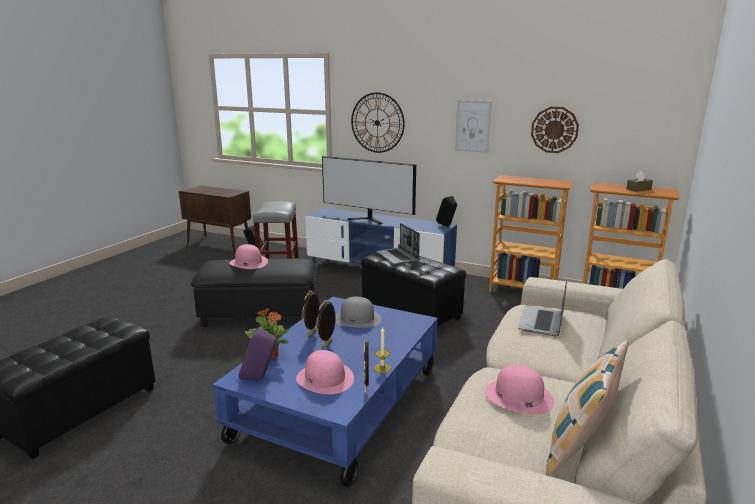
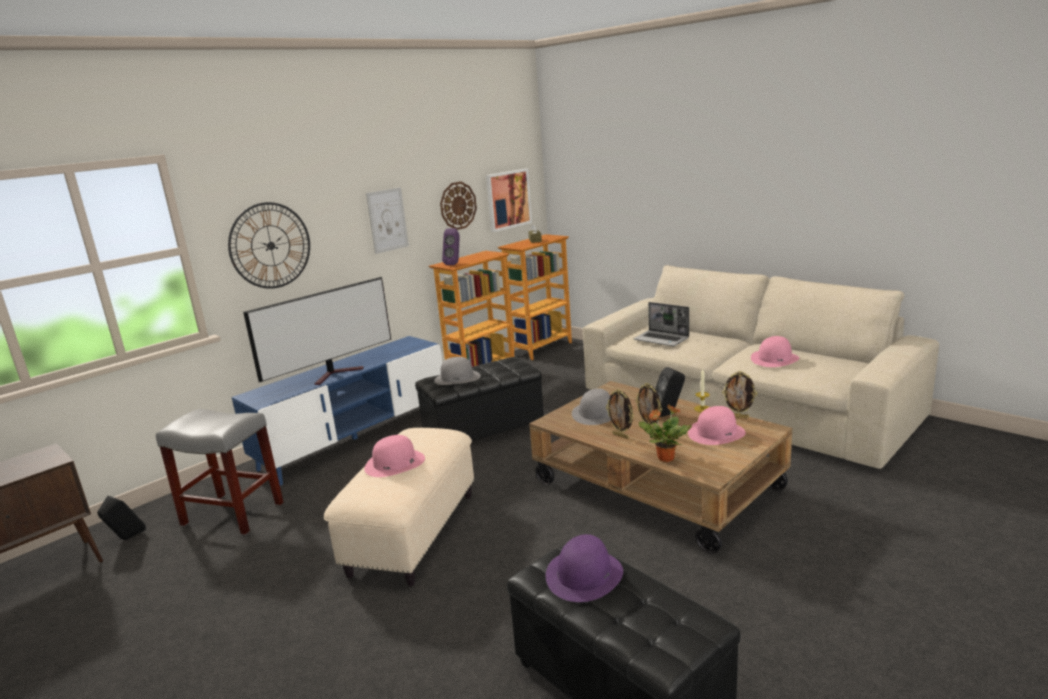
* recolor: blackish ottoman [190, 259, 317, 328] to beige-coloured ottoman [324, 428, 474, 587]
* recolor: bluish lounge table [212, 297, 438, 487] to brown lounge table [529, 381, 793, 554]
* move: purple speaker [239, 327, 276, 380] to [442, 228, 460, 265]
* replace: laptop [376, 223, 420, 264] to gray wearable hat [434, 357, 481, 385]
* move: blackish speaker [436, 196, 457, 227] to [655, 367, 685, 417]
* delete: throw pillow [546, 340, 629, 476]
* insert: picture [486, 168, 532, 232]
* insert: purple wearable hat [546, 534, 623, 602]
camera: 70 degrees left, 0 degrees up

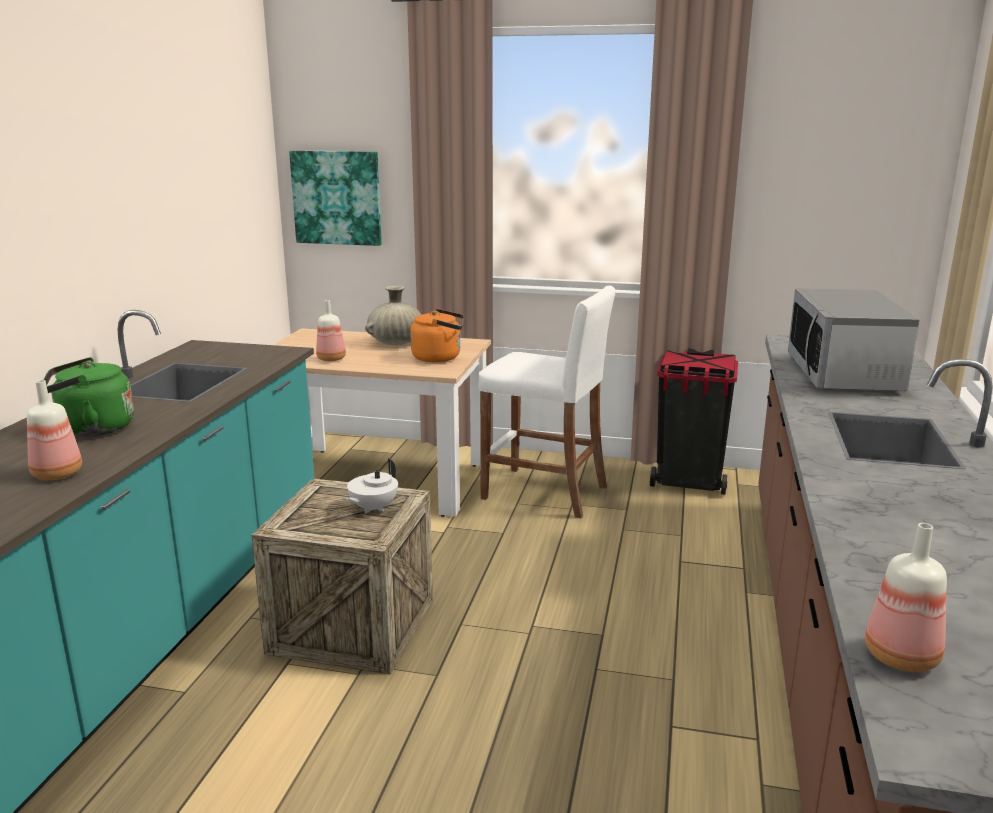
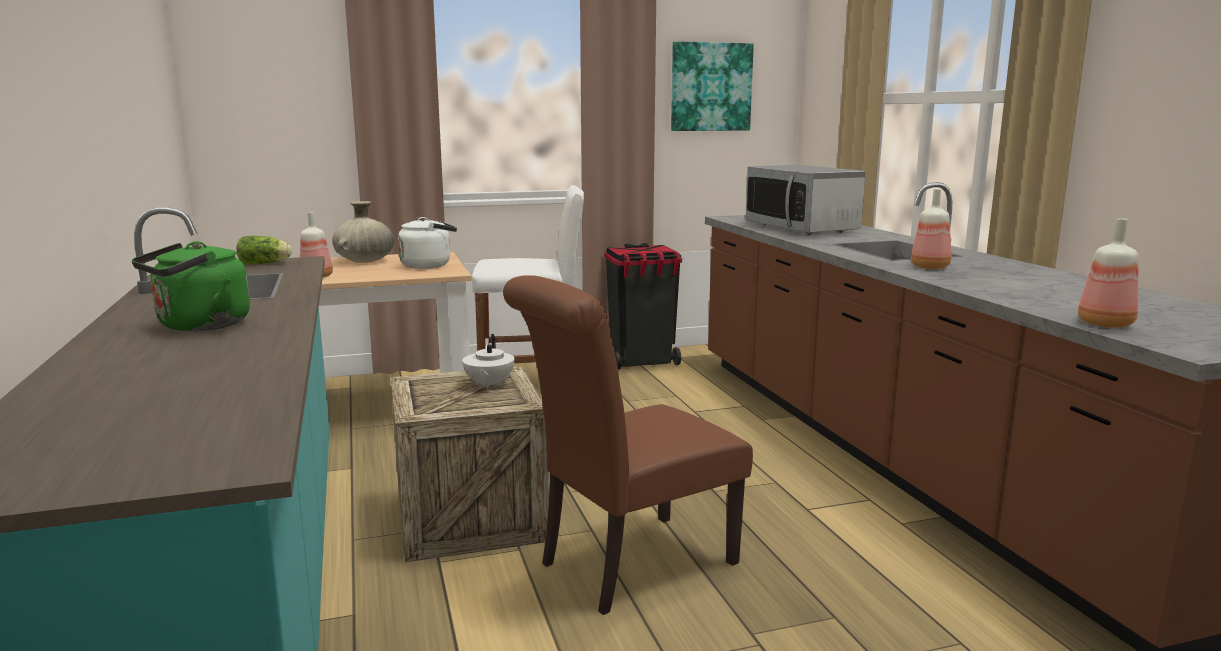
* move: beverage bottle [27, 380, 82, 480] to [911, 189, 952, 269]
* move: picture [289, 150, 382, 246] to [671, 41, 754, 131]
* recolor: orangey tea kettle [410, 309, 464, 362] to white-coloured tea kettle [398, 217, 457, 269]
* insert: lettuce [236, 236, 292, 265]
* insert: brown chair [503, 275, 753, 615]
camera: 30 degrees left, 5 degrees down

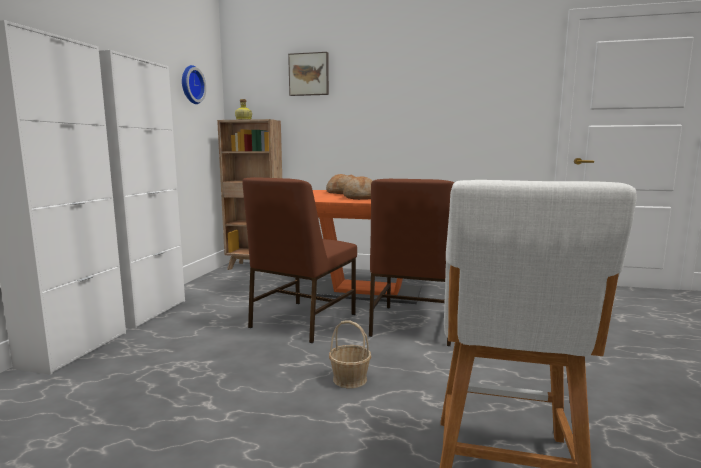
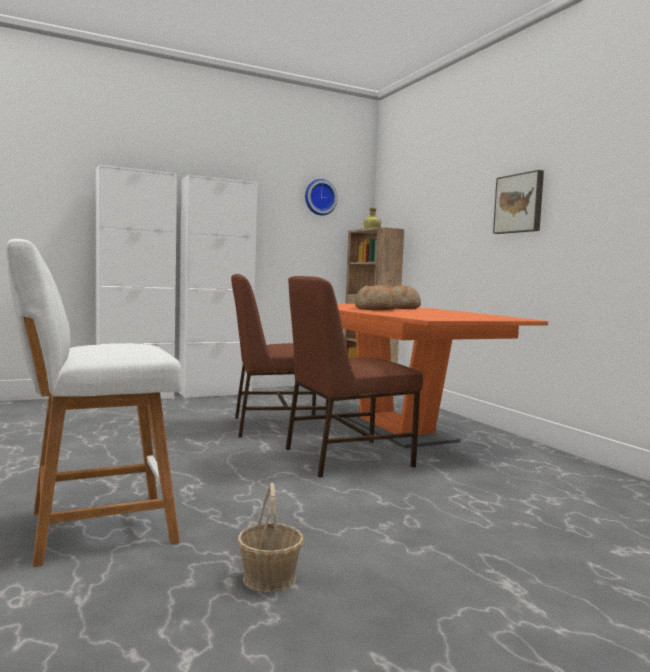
* move: picture [288, 52, 329, 96] to [493, 170, 544, 234]
* move: storage basket [329, 320, 371, 388] to [237, 483, 304, 593]
camera: 50 degrees right, 5 degrees down

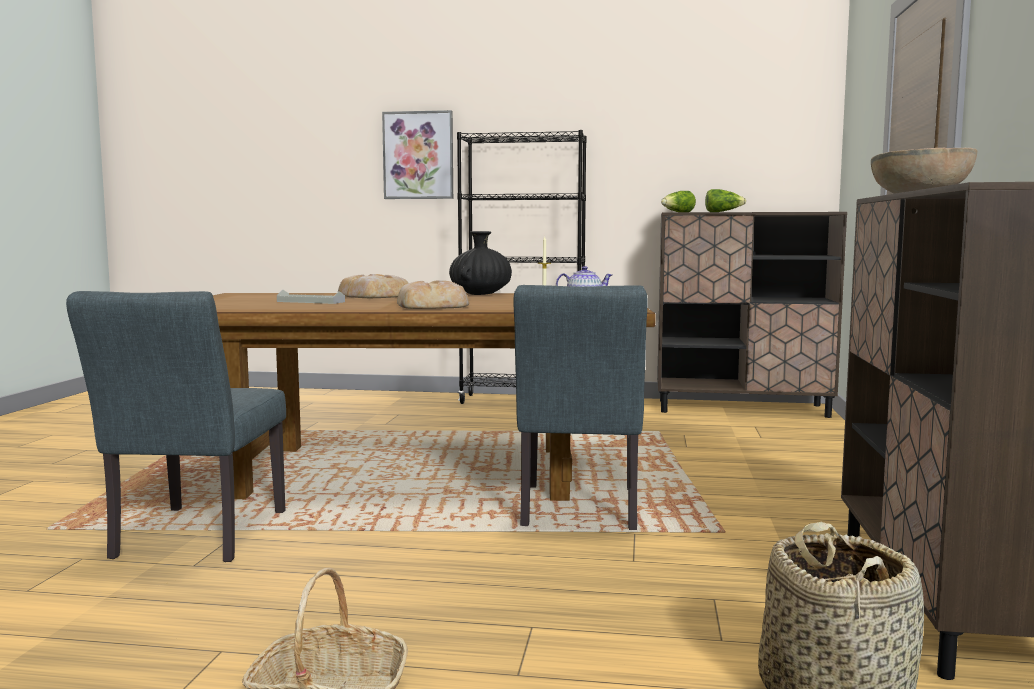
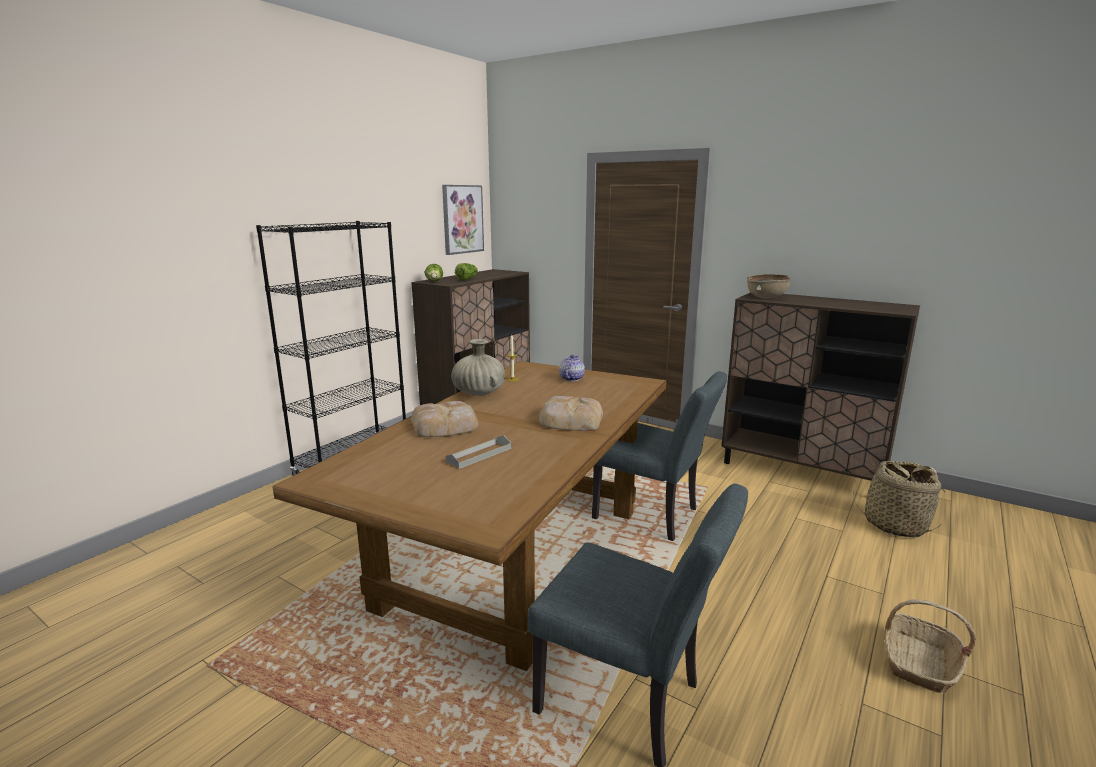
* move: picture [382, 110, 453, 199] to [442, 185, 484, 255]
* recolor: blackish flower vase [449, 231, 512, 295] to beige-coloured flower vase [451, 339, 505, 396]
camera: 65 degrees left, 10 degrees up

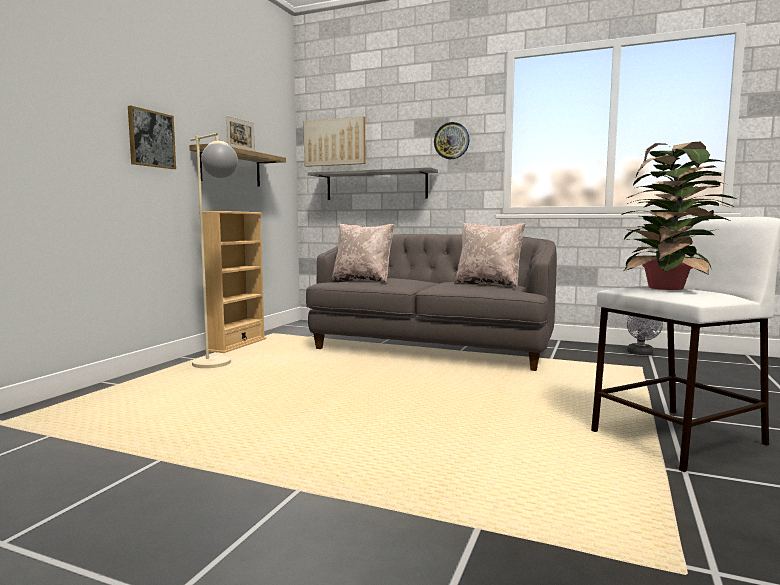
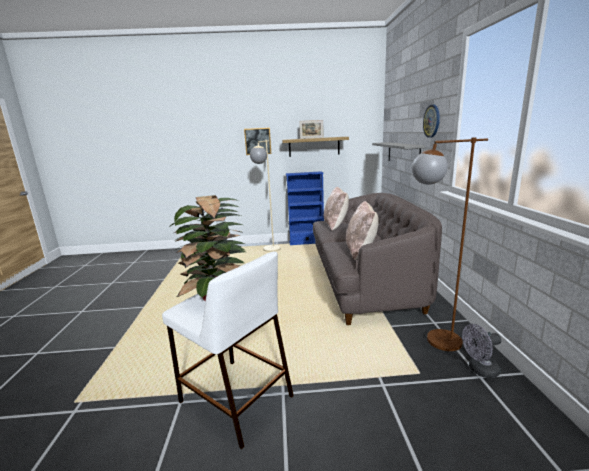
* recolor: beige-coloured bookcase [199, 211, 266, 353] to bluish bookcase [286, 171, 324, 245]
* delete: picture [303, 116, 365, 167]
* insert: brown standing lamp [412, 138, 488, 351]
camera: 65 degrees right, 10 degrees up

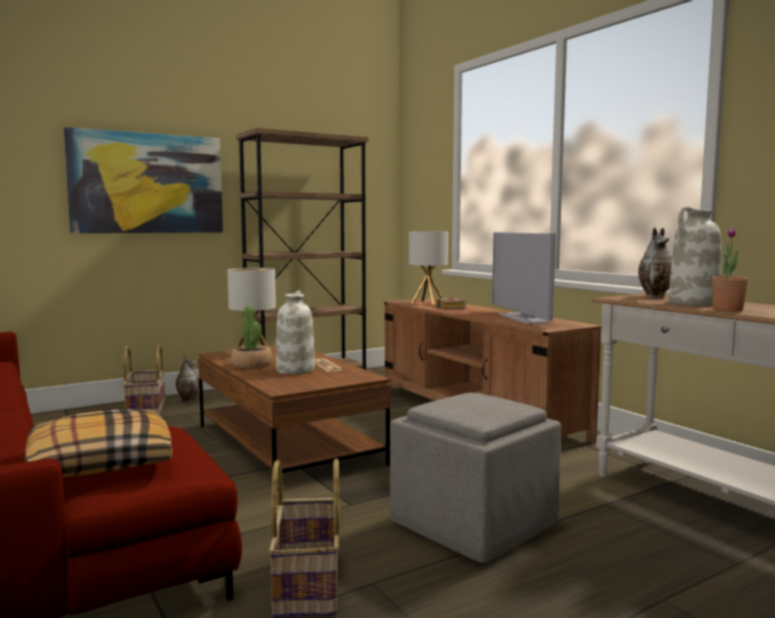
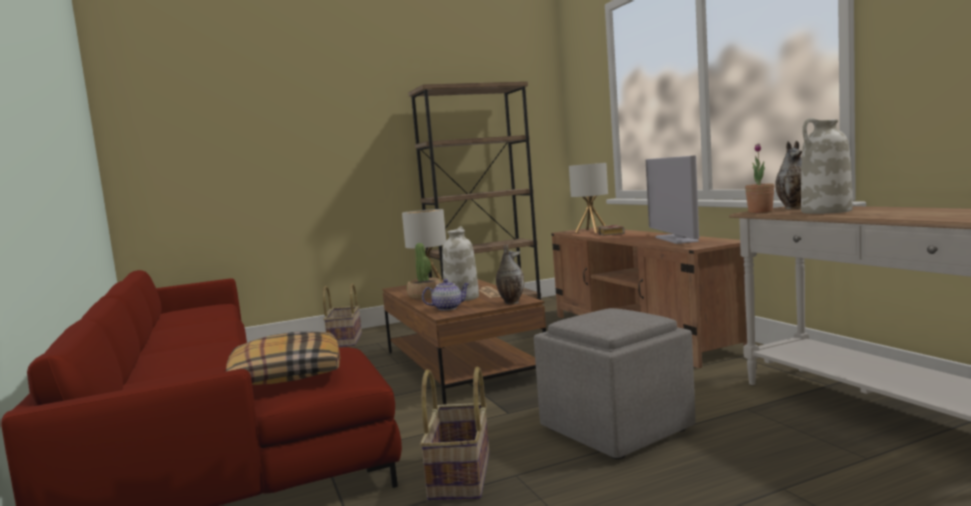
* delete: picture [64, 127, 223, 233]
* move: flower vase [176, 355, 199, 402] to [496, 244, 524, 304]
* move: plant in a pot [711, 228, 748, 312] to [745, 144, 774, 213]
* insert: pot for tea [422, 279, 470, 311]
camera: 10 degrees right, 0 degrees up

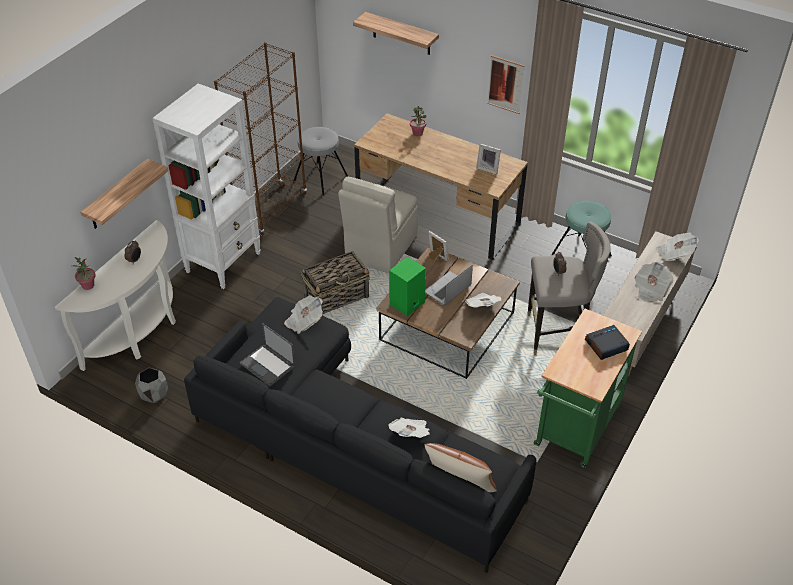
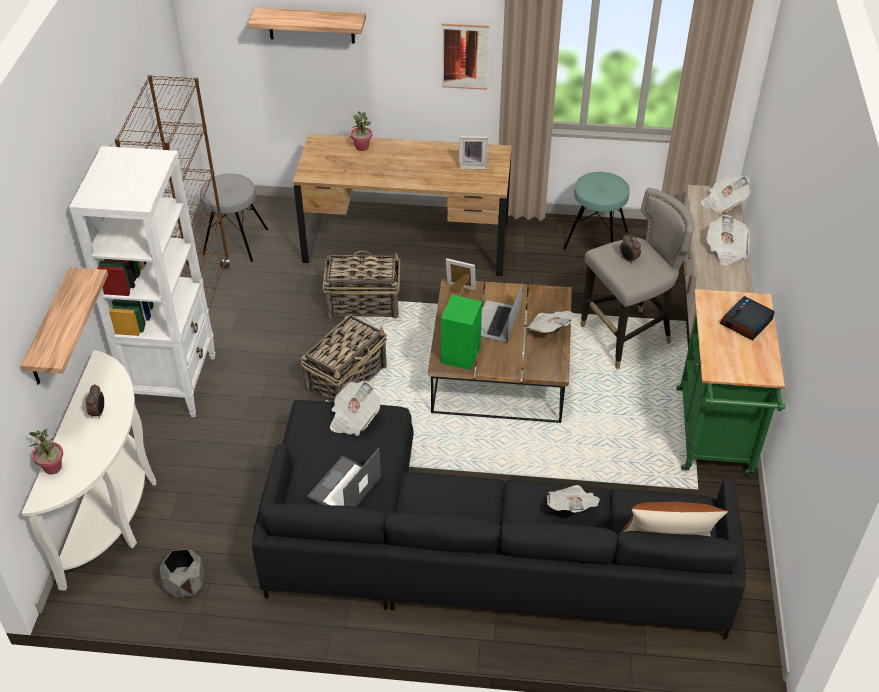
* rotate: laptop [240, 323, 295, 386] = [307, 448, 381, 507] 105 degrees clockwise
* replace: beige-coloured chair [338, 177, 418, 273] to storage basket [322, 251, 400, 319]
camera: 25 degrees left, 0 degrees up

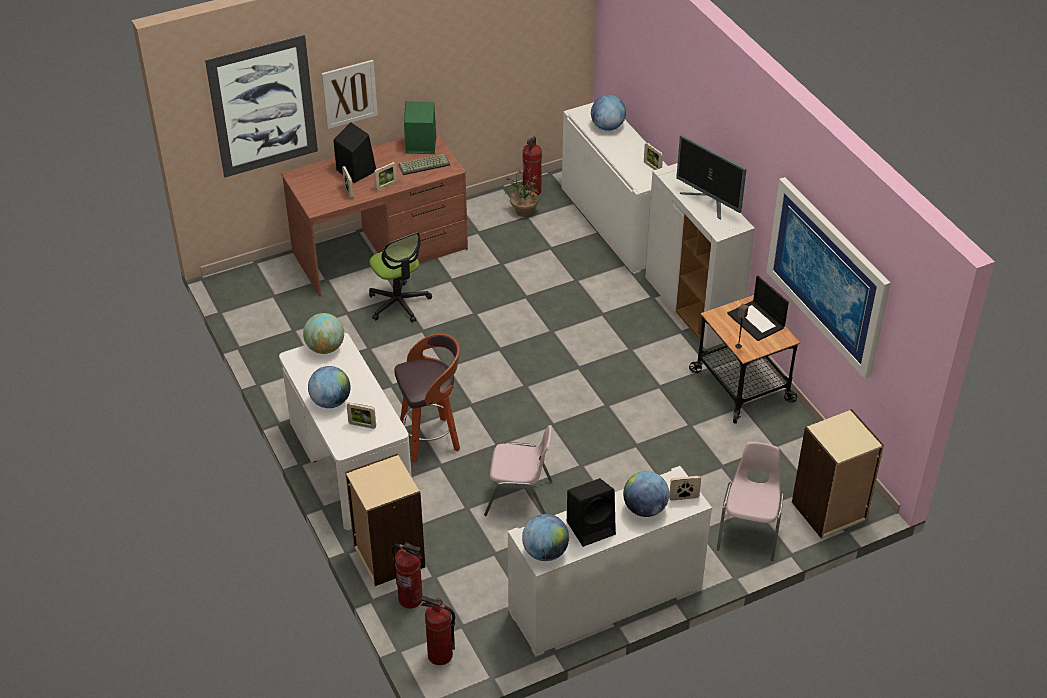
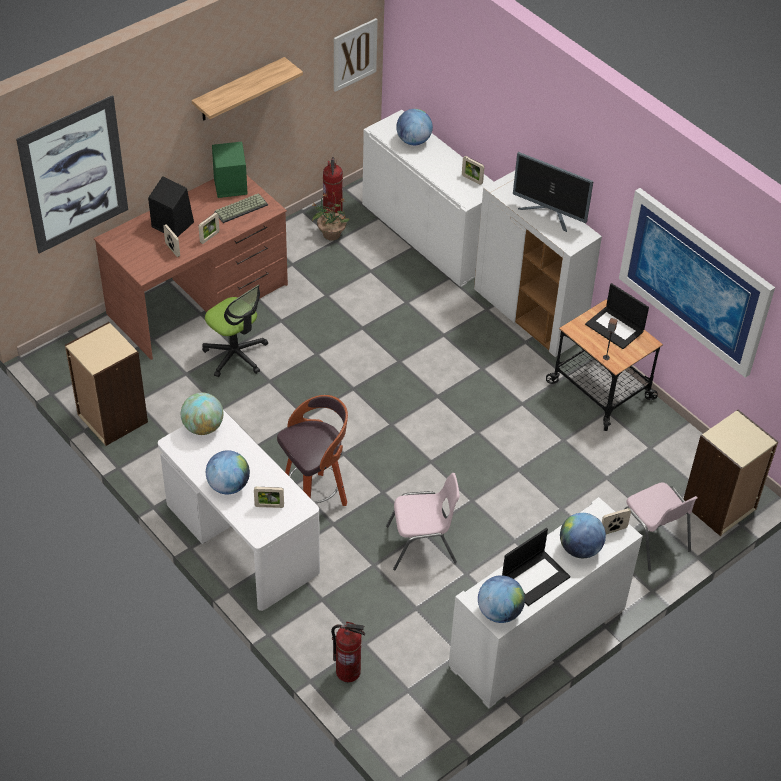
* move: picture [321, 60, 378, 129] to [334, 18, 378, 92]
* move: beige-coloured bookcase [345, 454, 425, 586] to [65, 322, 148, 446]
* delete: fire extinguisher [421, 596, 455, 665]
* replace: blackish speaker [567, 478, 616, 547] to laptop [502, 528, 570, 606]
* rotate: pink-coloured chair [717, 442, 784, 561] = [625, 482, 698, 571] 150 degrees clockwise
* insert: bracket shelf [192, 57, 303, 121]
camera: 15 degrees left, 5 degrees up

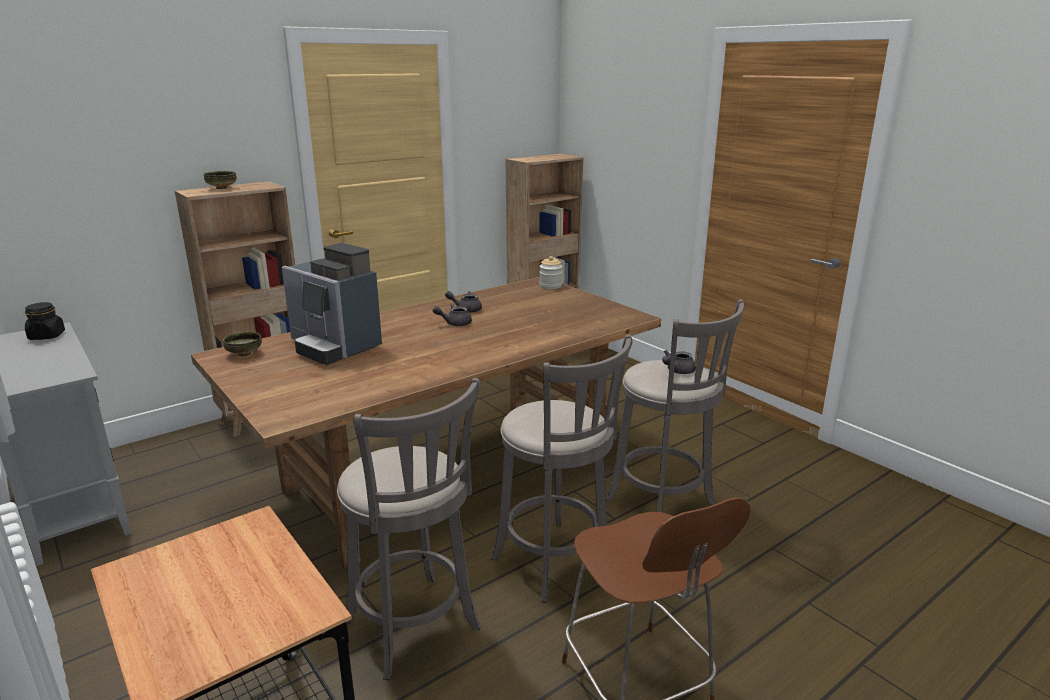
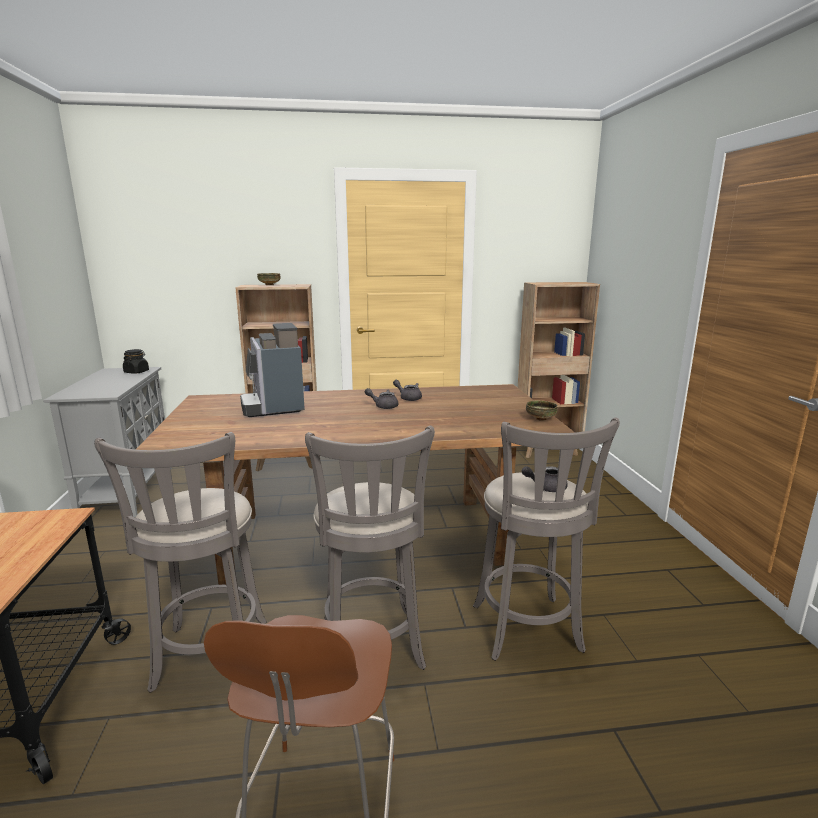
* move: deep dish [223, 332, 262, 356] to [526, 400, 558, 421]
* delete: preserve jar [539, 256, 562, 289]
camera: 30 degrees right, 5 degrees down

